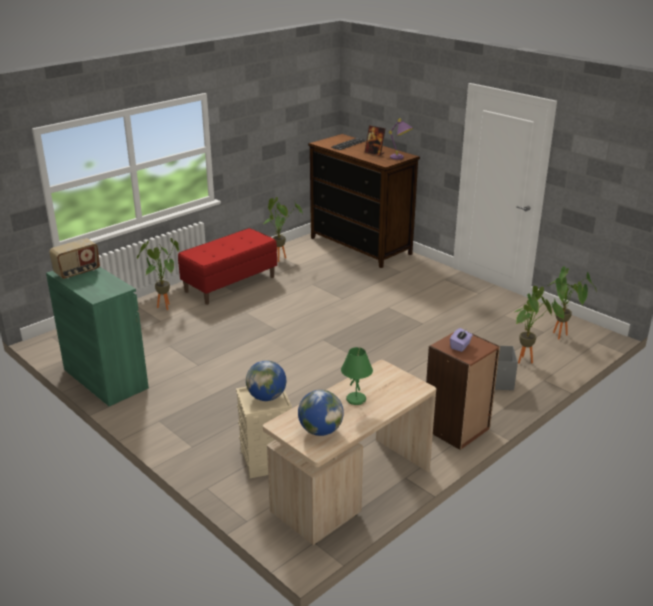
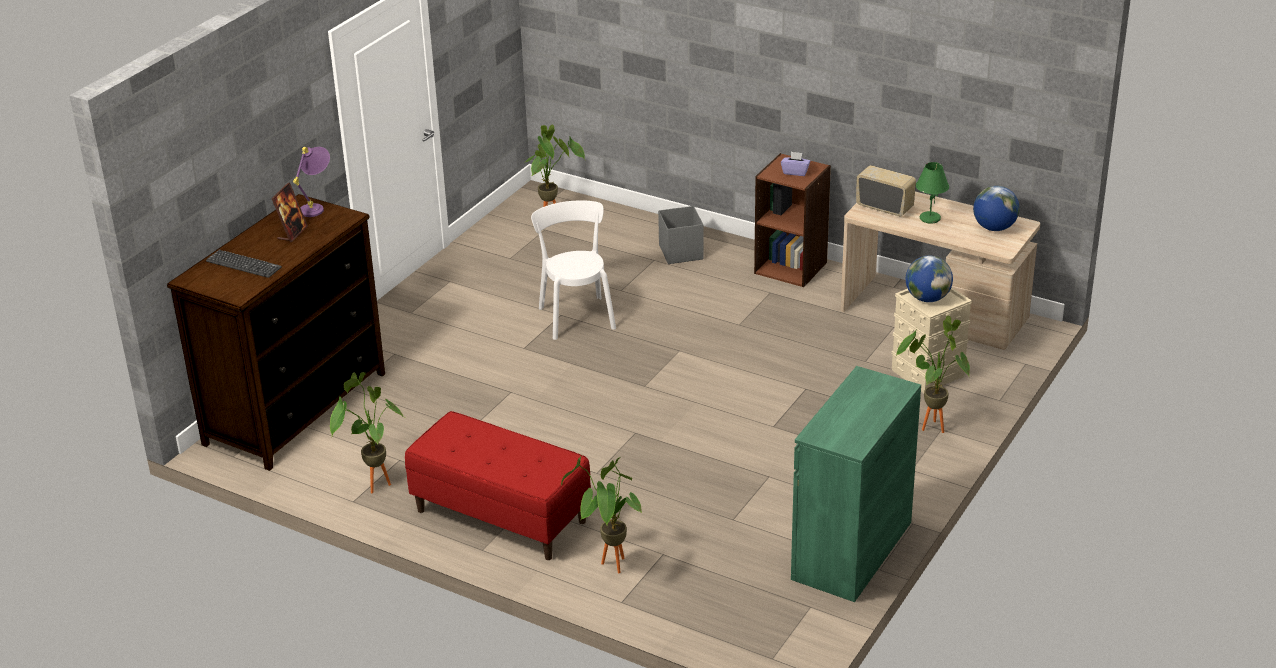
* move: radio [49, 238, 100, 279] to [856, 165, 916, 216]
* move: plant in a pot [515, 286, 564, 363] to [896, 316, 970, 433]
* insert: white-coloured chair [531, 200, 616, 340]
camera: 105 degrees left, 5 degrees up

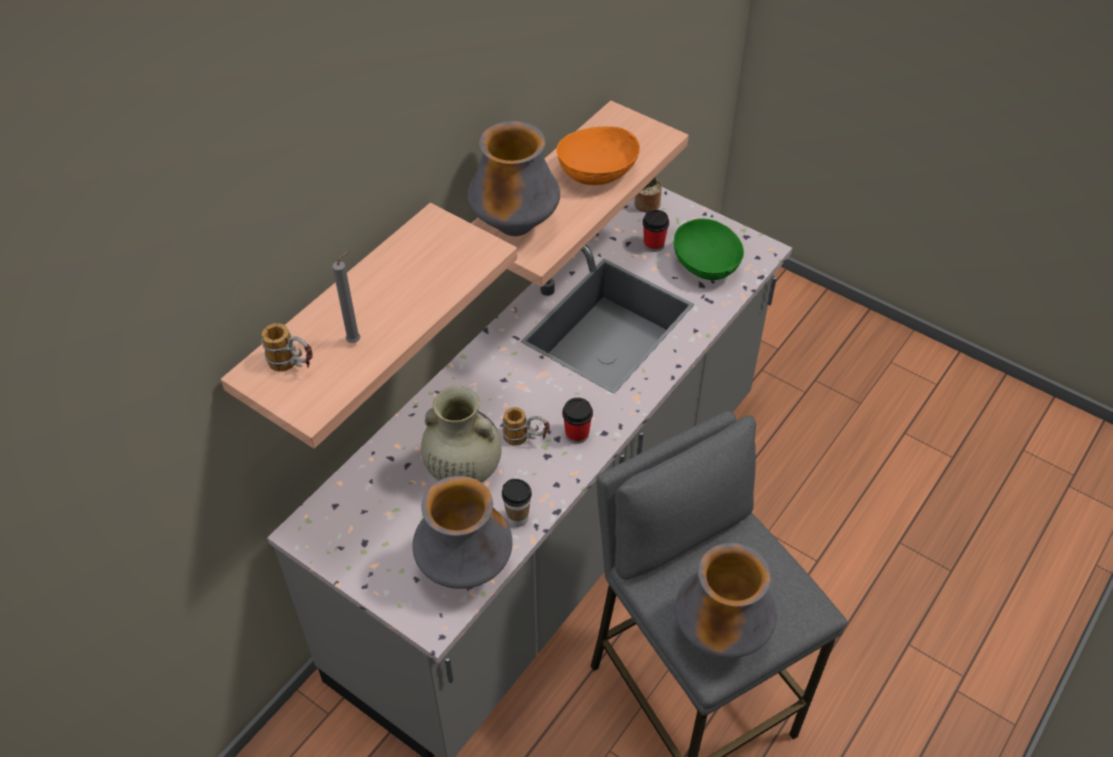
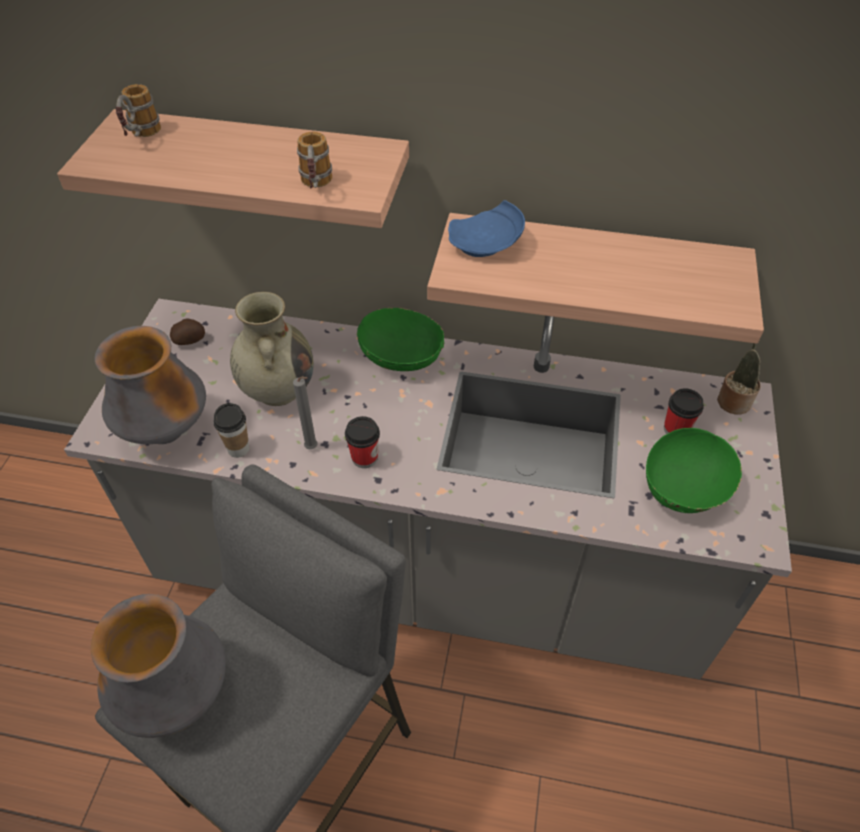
* move: gray wax light [332, 251, 361, 343] to [293, 376, 318, 449]
* replace: flower vase [467, 121, 560, 236] to bluish plate [448, 200, 525, 257]
* move: coffee mug [502, 407, 550, 446] to [297, 132, 332, 188]
* delete: orangey deep dish [556, 126, 640, 185]
* insert: spud [170, 318, 205, 345]
* insert: greenish deep dish [357, 308, 444, 371]
camera: 65 degrees right, 0 degrees up

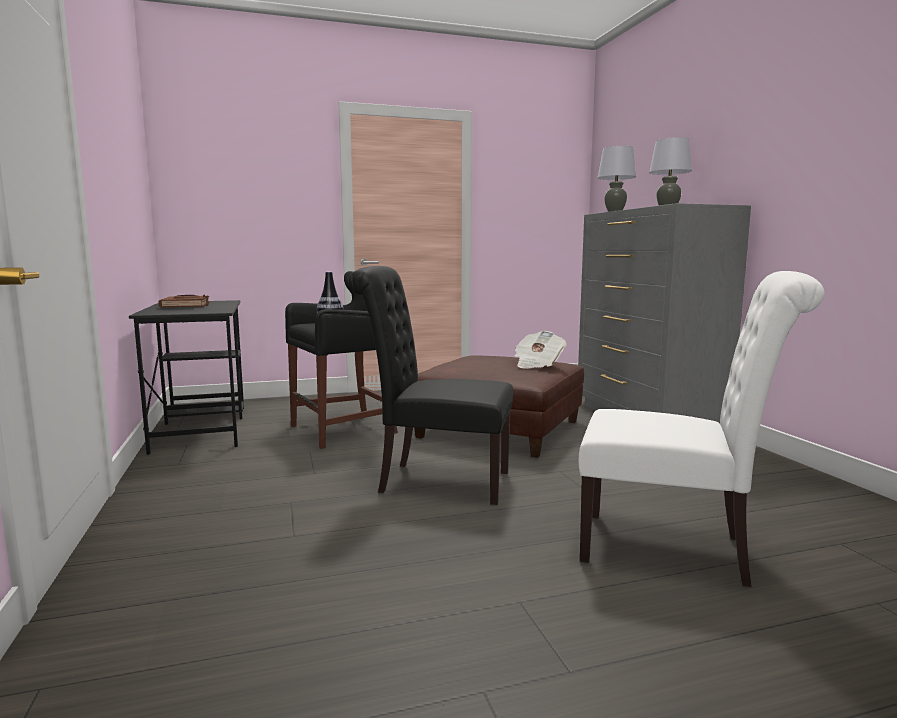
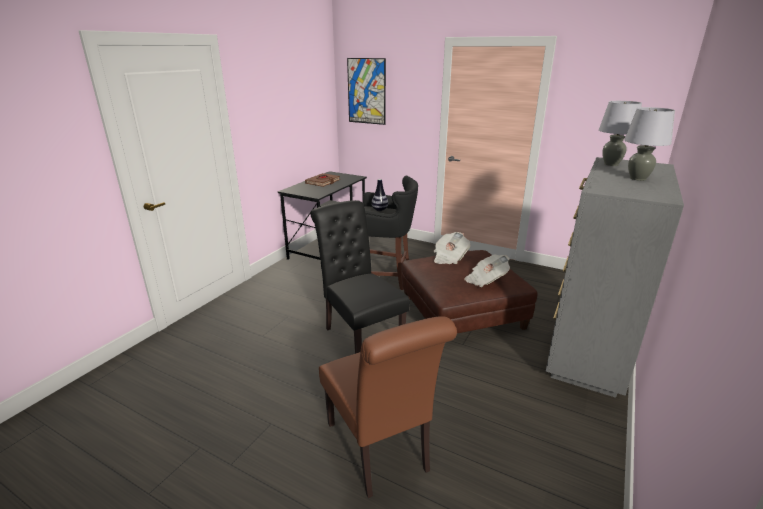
* recolor: white-coloured chair [579, 271, 824, 587] to brown chair [319, 316, 457, 498]
* insert: picture [347, 58, 386, 125]
* insert: printed paper [433, 232, 471, 264]
camera: 45 degrees right, 15 degrees up

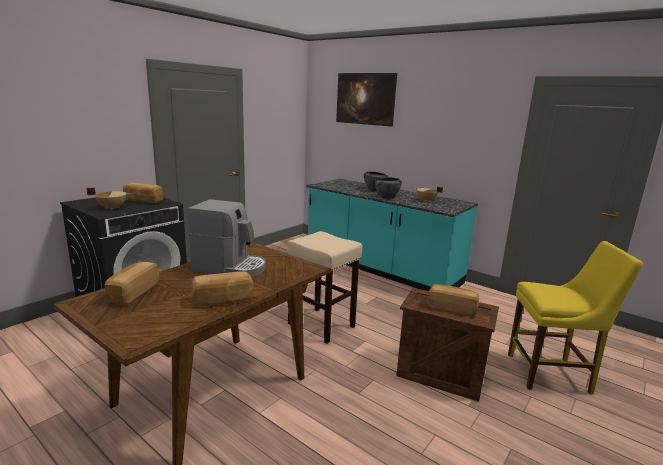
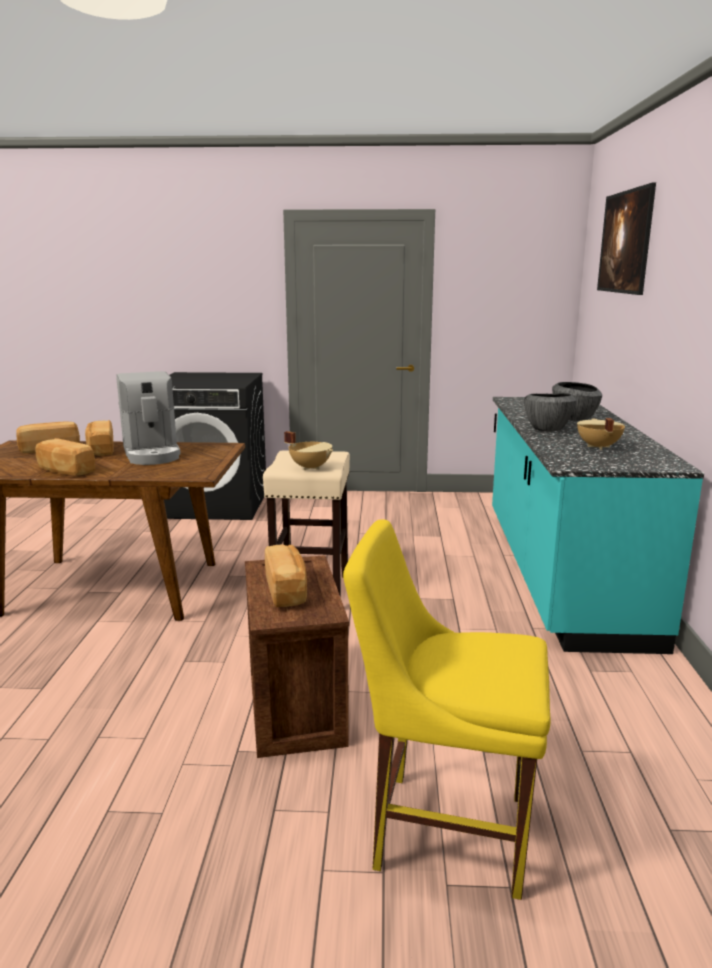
* move: beige-coloured cooking pot [86, 187, 130, 210] to [284, 431, 333, 470]
* move: bakery bread [123, 183, 163, 203] to [85, 420, 114, 456]
* rotate: yellowish chair [508, 241, 643, 395] = [343, 519, 550, 900] 135 degrees clockwise
camera: 55 degrees right, 0 degrees up

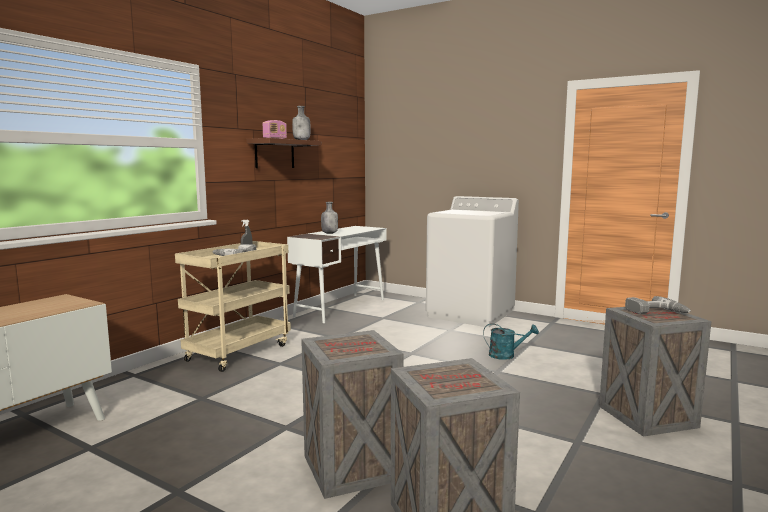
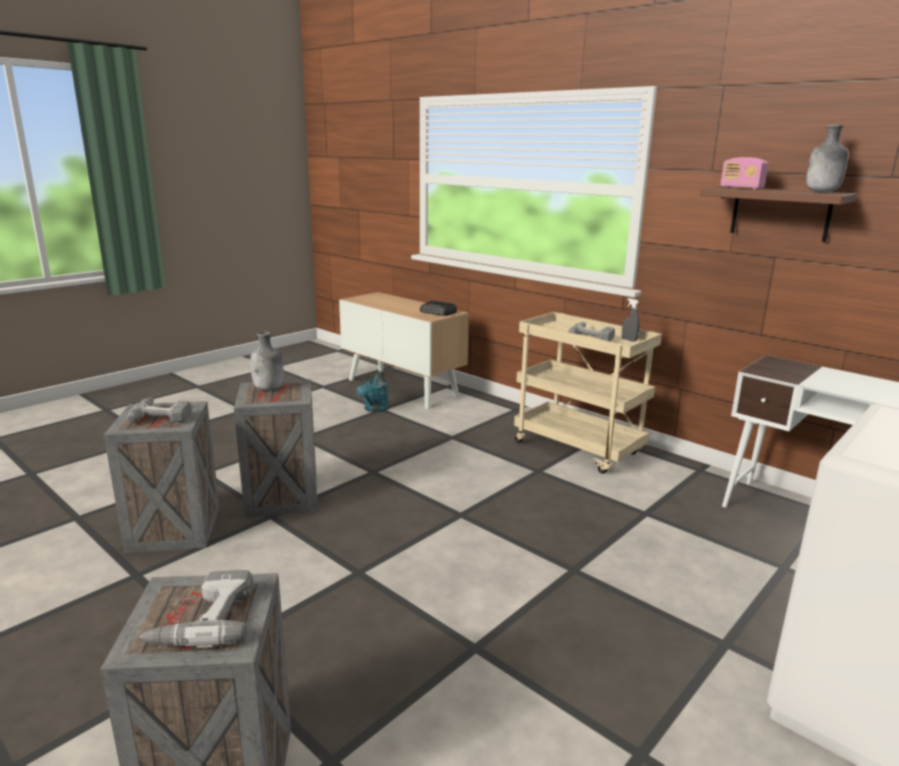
* move: gray beverage bottle [321, 202, 338, 234] to [250, 331, 283, 391]
* move: turquoise watering pot [483, 323, 539, 360] to [357, 372, 389, 413]
* insert: drill [127, 397, 191, 423]
* insert: radio [420, 300, 457, 316]
camera: 100 degrees right, 10 degrees up

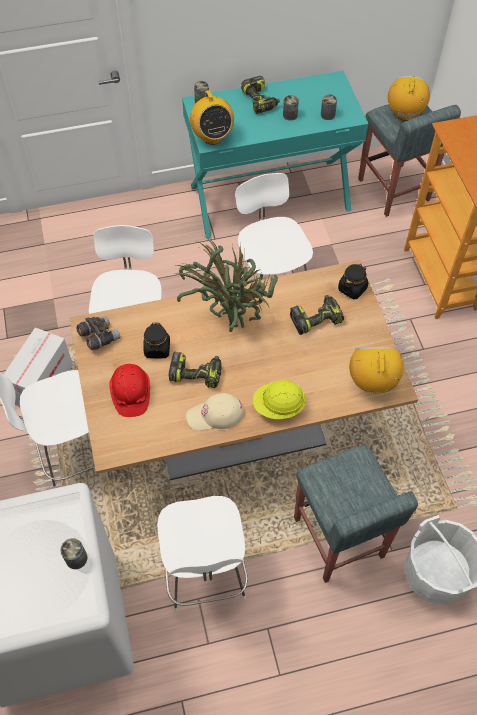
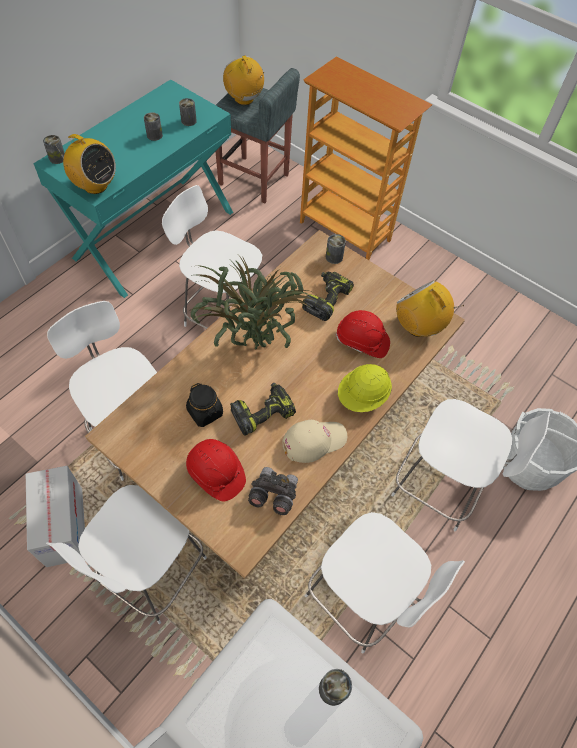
* move: gray pair of binoculars [76, 316, 120, 350] to [248, 467, 298, 515]
* rotate: beige-coloured cap [186, 393, 244, 431] = [282, 420, 347, 463] 150 degrees counterclockwise
* delete: drill [241, 76, 280, 114]
* replace: gray stool seat [294, 445, 418, 583] to white-coloured chair [391, 399, 551, 531]
* replace: blackish preserve jar [338, 264, 368, 299] to sealed can [326, 234, 346, 264]
* insert: red work helmet [335, 310, 390, 358]
camera: 40 degrees left, 0 degrees up

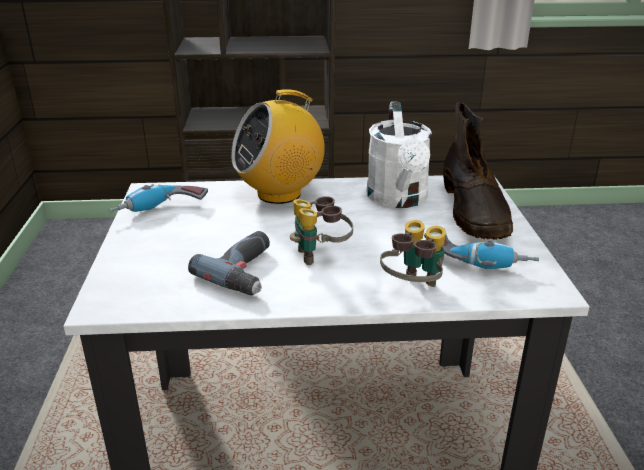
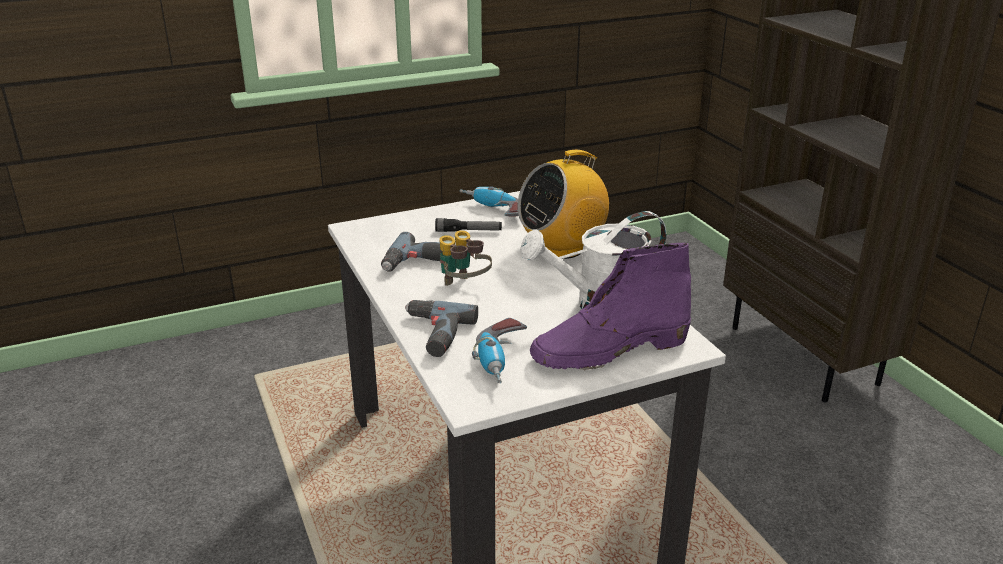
* rotate: radio [231, 89, 325, 204] = [517, 150, 609, 259] 75 degrees counterclockwise
* replace: pair of binoculars [380, 220, 446, 287] to drill [405, 300, 478, 357]
* recolor: brown tall boot [443, 102, 513, 240] to purple tall boot [530, 243, 691, 371]
* insert: hand torch [435, 218, 502, 232]
camera: 70 degrees right, 0 degrees up

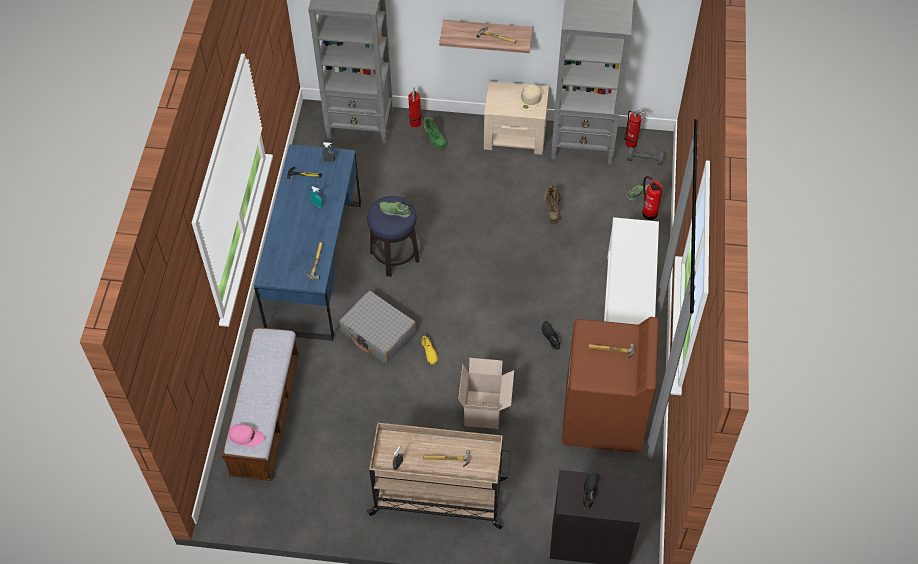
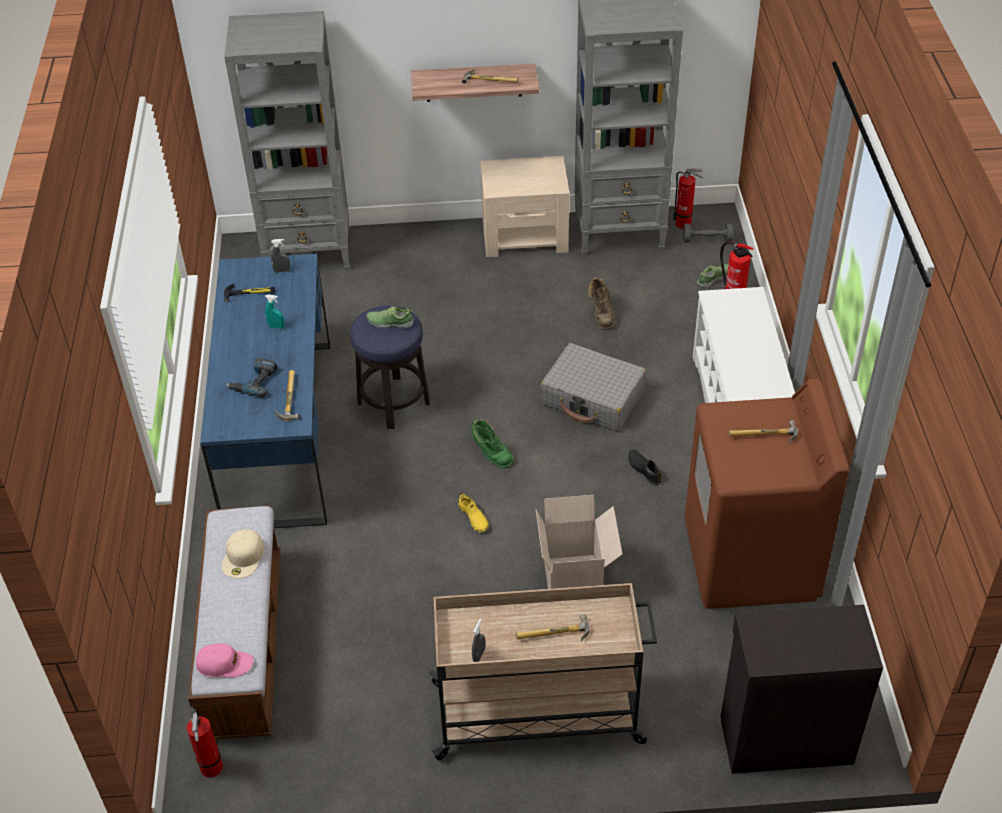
* move: gray suitcase [339, 291, 416, 364] to [540, 343, 646, 431]
* move: fire extinguisher [408, 88, 421, 128] to [187, 709, 223, 778]
* move: greenish tall boot [424, 117, 447, 150] to [471, 419, 514, 468]
* move: beige-coloured cap [518, 84, 542, 111] to [222, 529, 264, 578]
* delete: blackish shoe [582, 472, 598, 509]
* insert: drill [226, 358, 277, 397]
camera: 10 degrees left, 10 degrees down

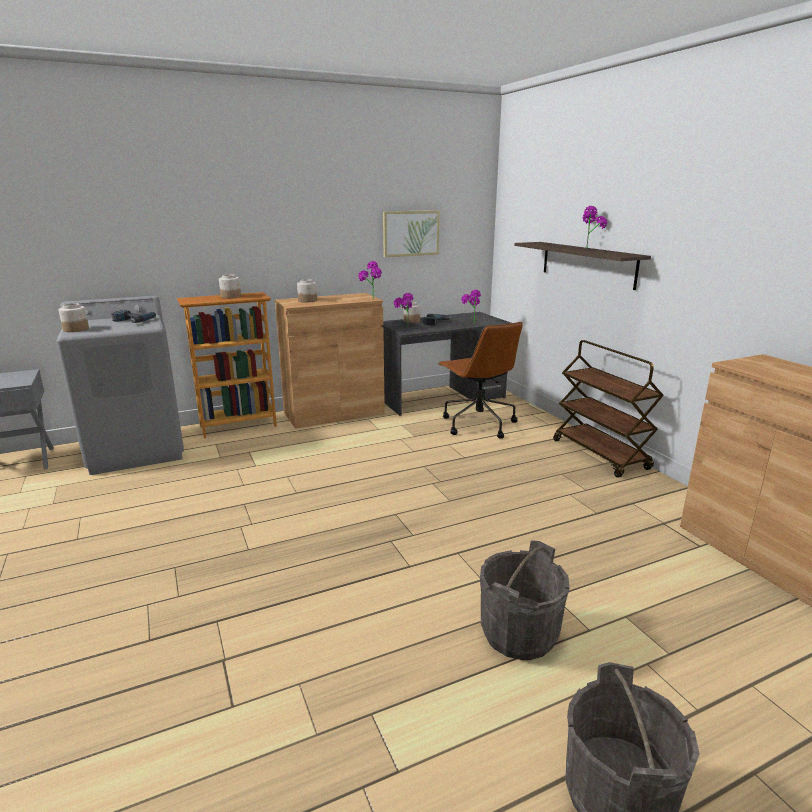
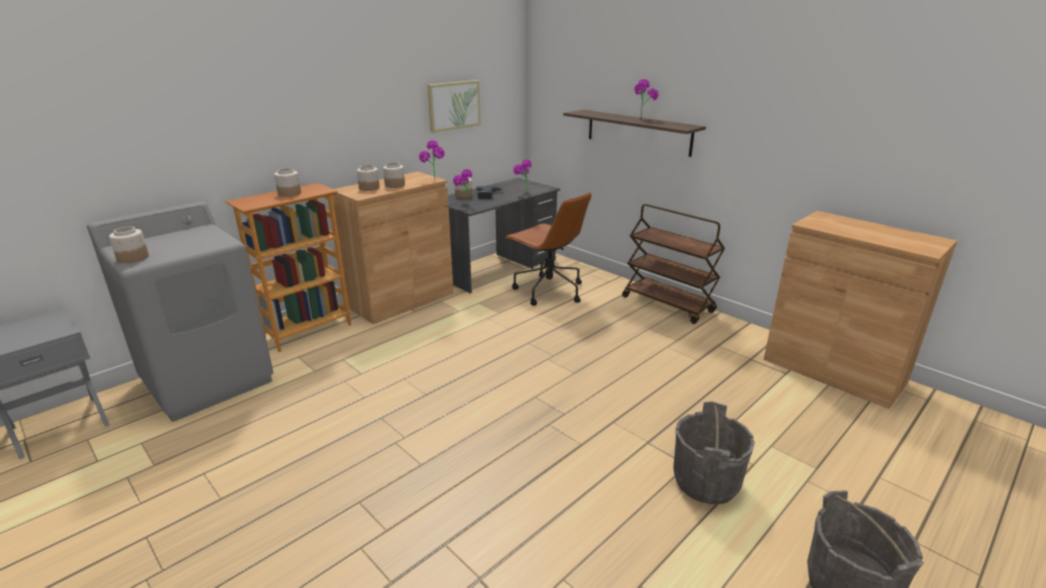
* delete: drill [111, 310, 156, 323]
* insert: preserve jar [383, 162, 405, 188]
camera: 20 degrees left, 5 degrees up

